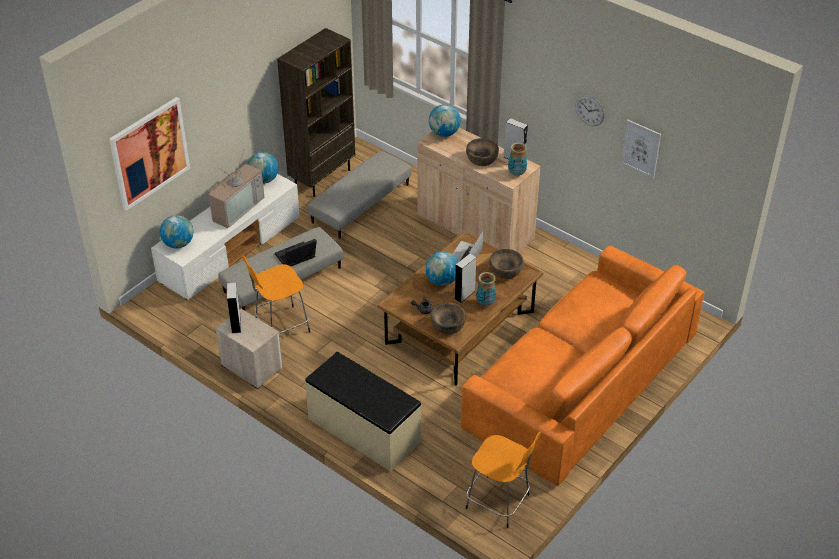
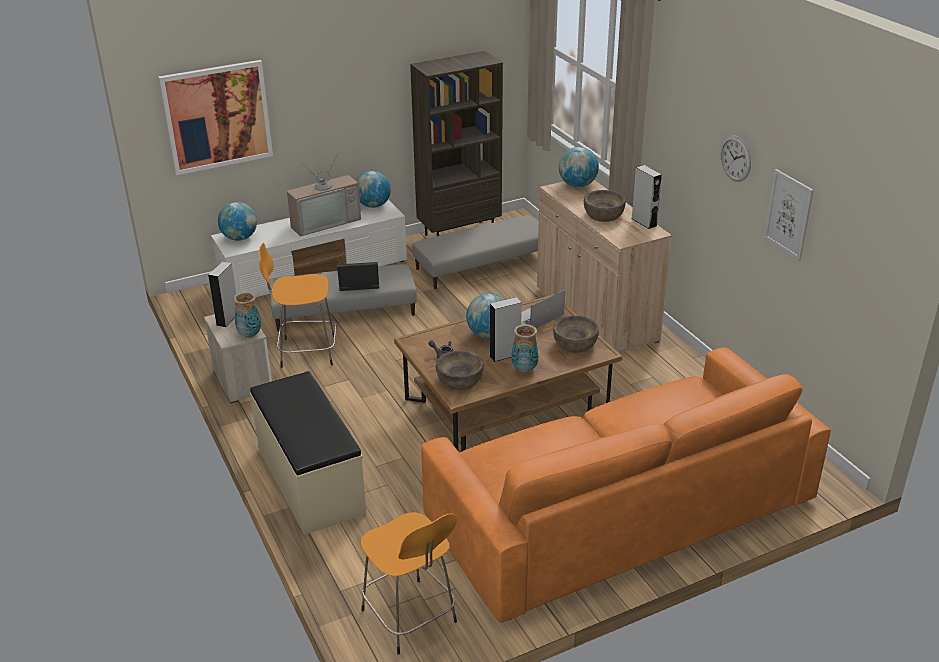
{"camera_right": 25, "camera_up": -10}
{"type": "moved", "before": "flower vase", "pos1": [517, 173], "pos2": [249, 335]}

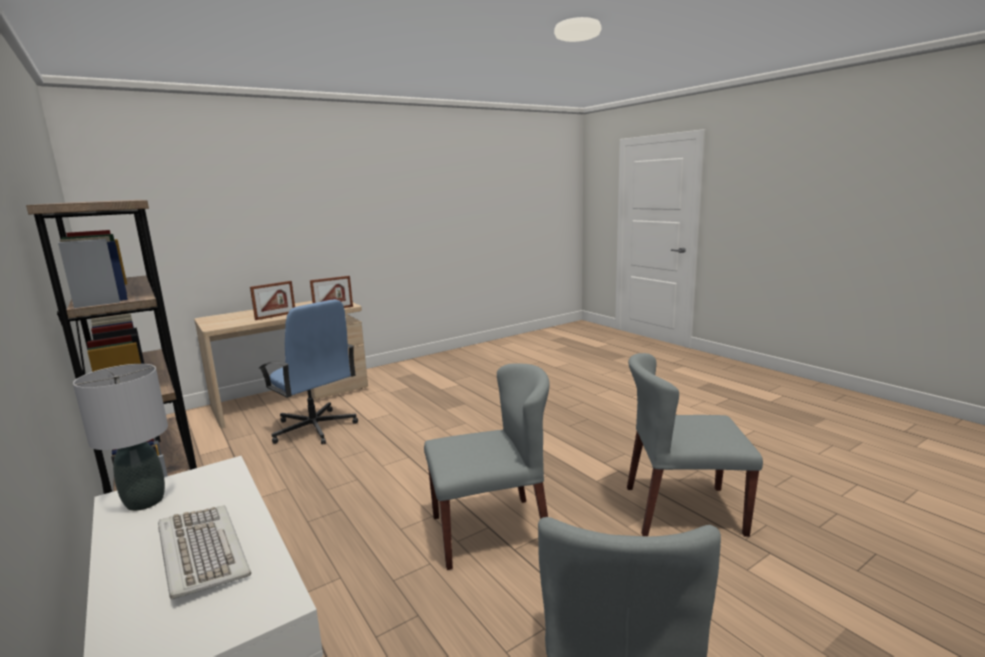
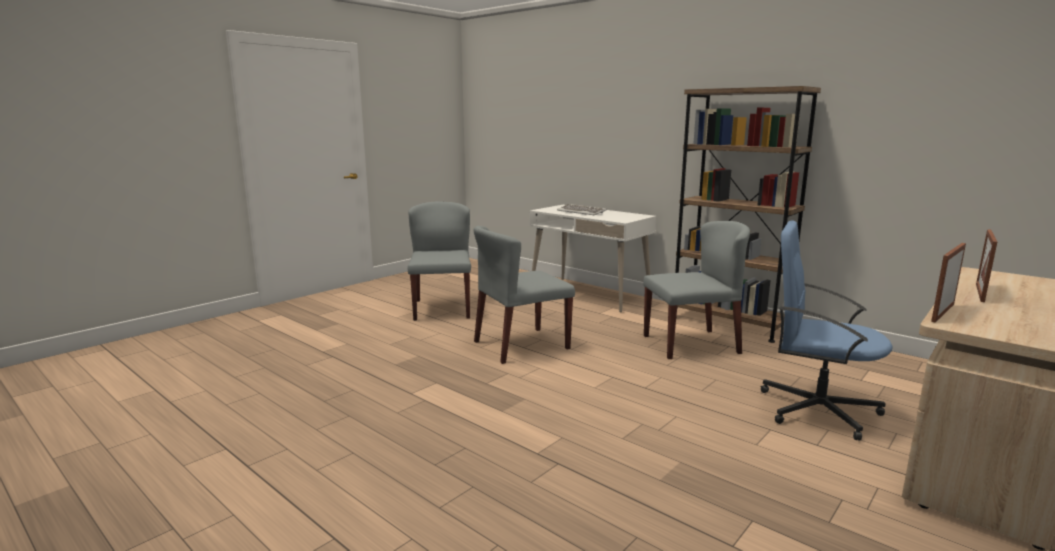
{"camera_right": 165, "camera_up": 0}
{"type": "removed", "before": "greyish tabletop lamp", "pos1": [144, 501]}
{"type": "moved", "before": "greyish plain chair", "pos1": [682, 510], "pos2": [691, 344]}

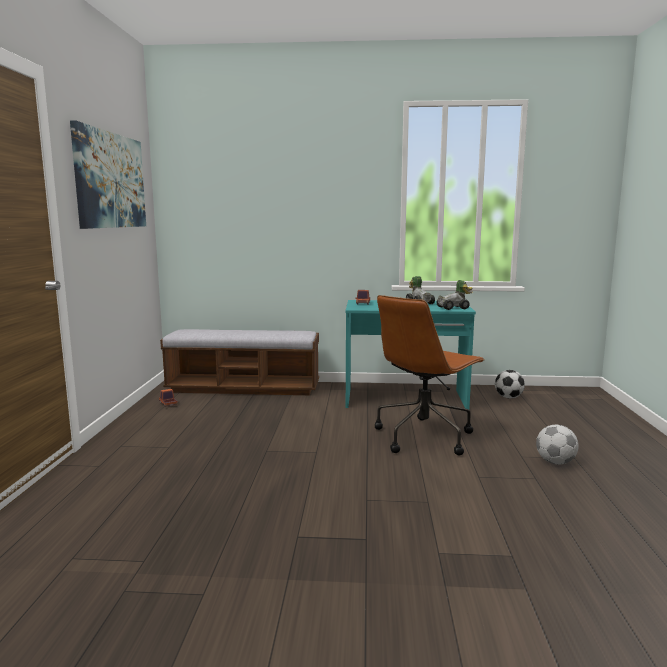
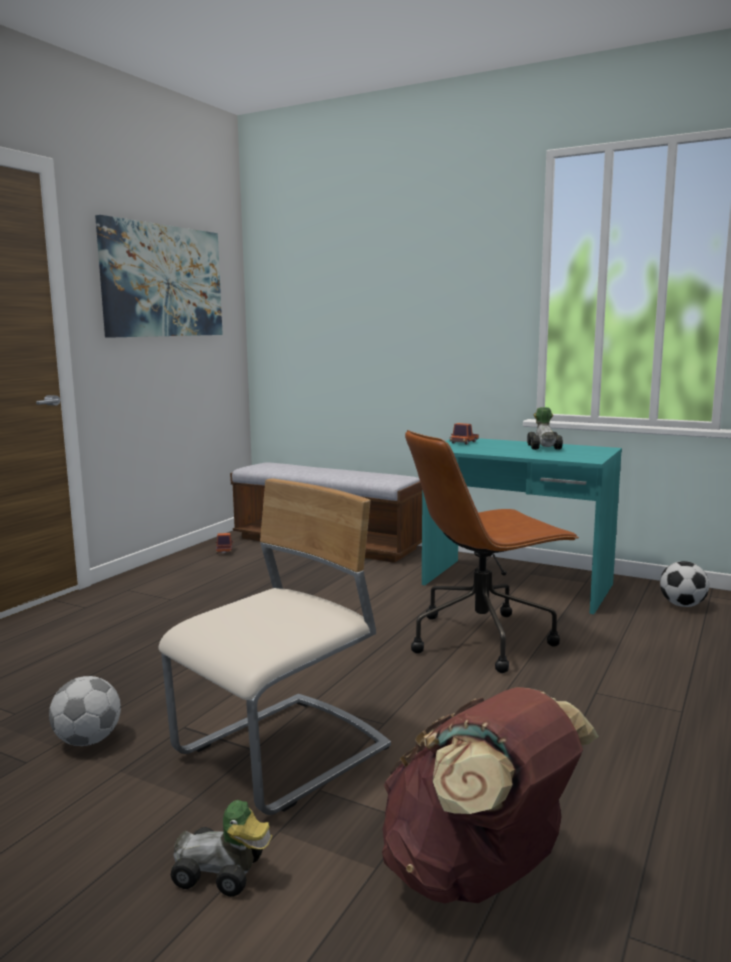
{"camera_right": 25, "camera_up": 0}
{"type": "added", "after": "beige-coloured plain chair", "pos2": [284, 754]}
{"type": "added", "after": "brown-coloured backpack", "pos2": [477, 874]}
{"type": "moved", "before": "toy car", "pos1": [454, 308], "pos2": [222, 875]}
{"type": "moved", "before": "football ball", "pos1": [555, 462], "pos2": [88, 740]}

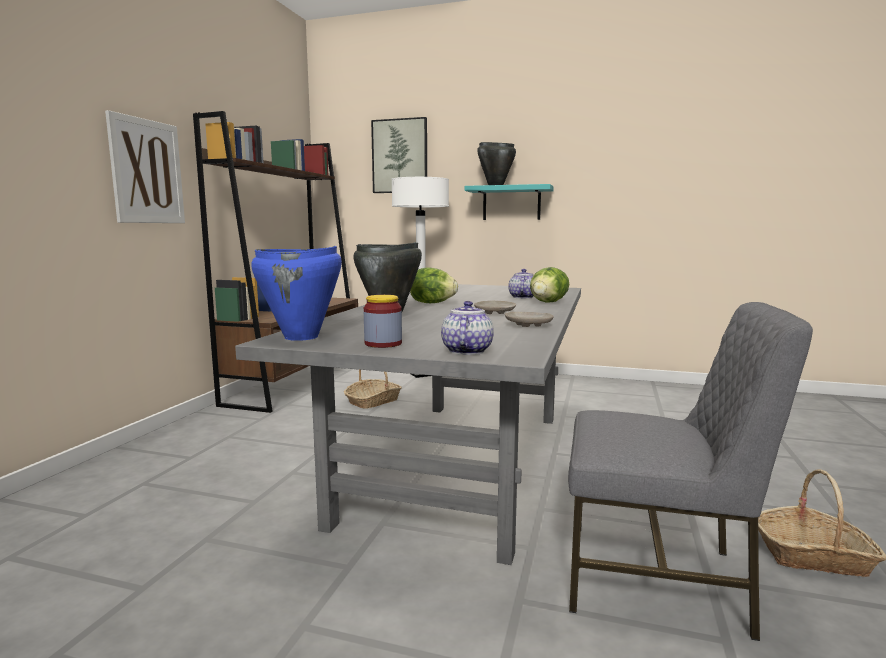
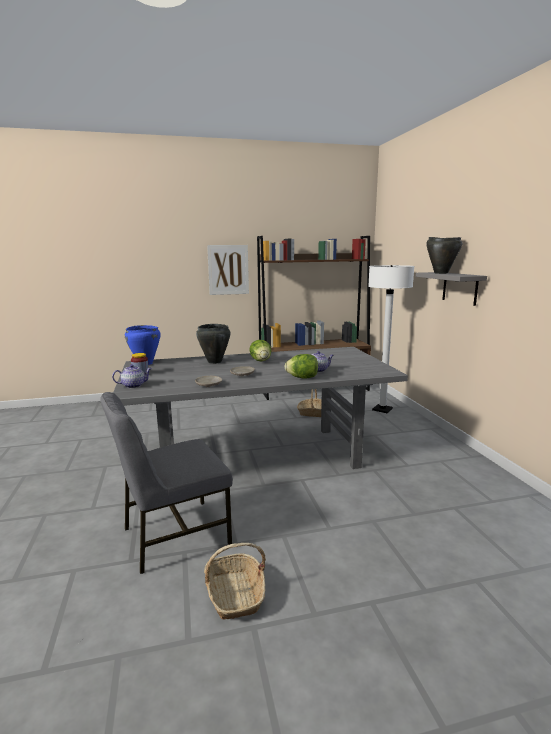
{"camera_right": 60, "camera_up": 5}
{"type": "removed", "before": "wall picture", "pos1": [400, 156]}
{"type": "recoloured", "before": "blue-green bracket shelf", "after": "greyish bracket shelf", "pos1": [511, 203], "pos2": [460, 288]}
{"type": "turned", "before": "greyish plain chair", "pos1": [657, 578], "pos2": [174, 535], "turn": 75}

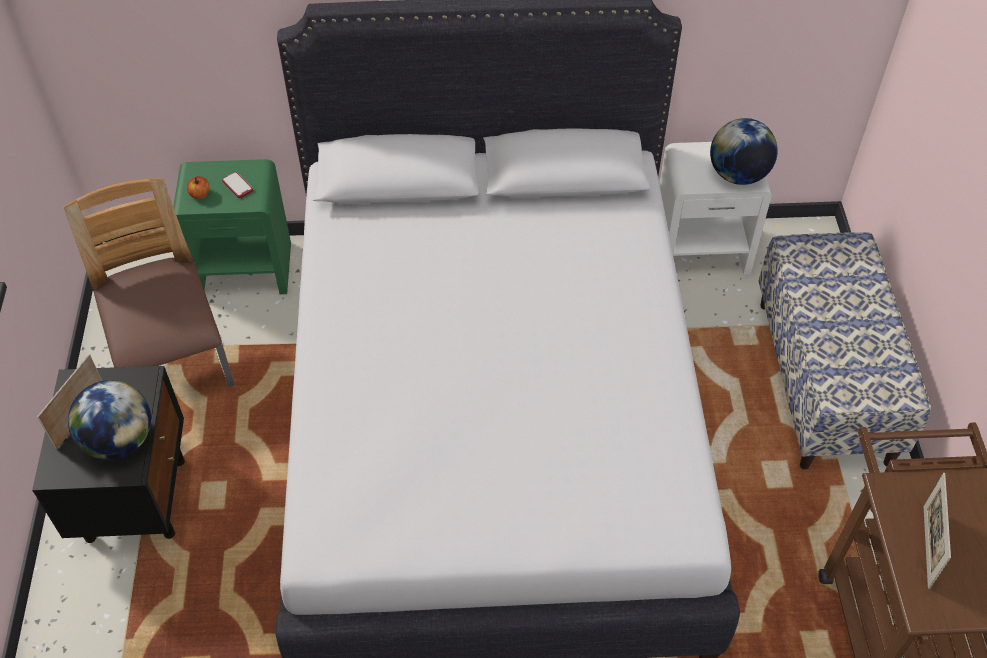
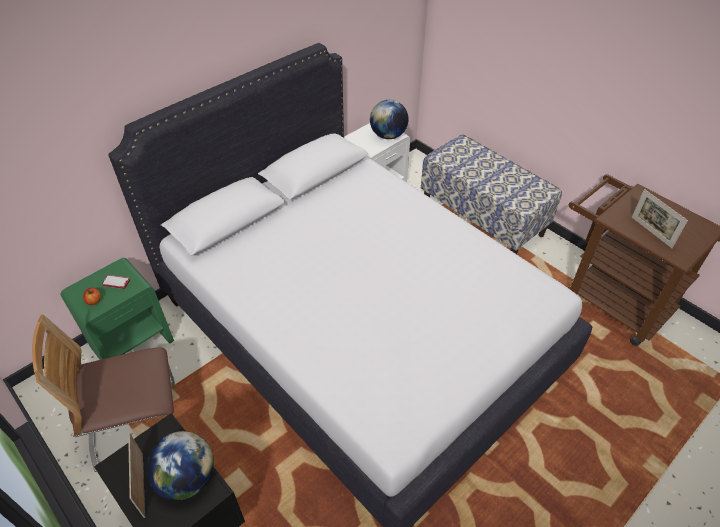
{"camera_right": -40, "camera_up": -5}
{"type": "turned", "before": "plain chair", "pos1": [175, 365], "pos2": [138, 426], "turn": -45}

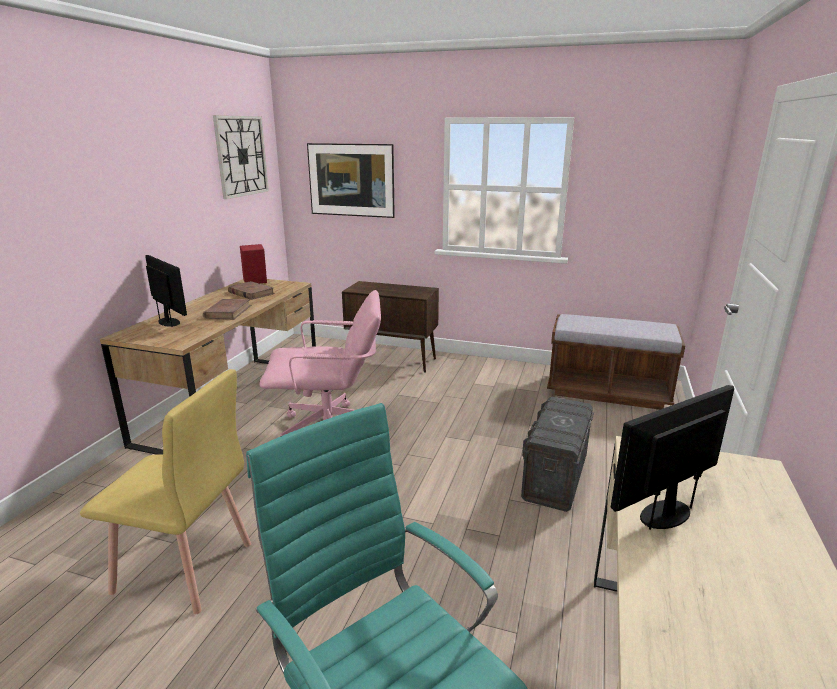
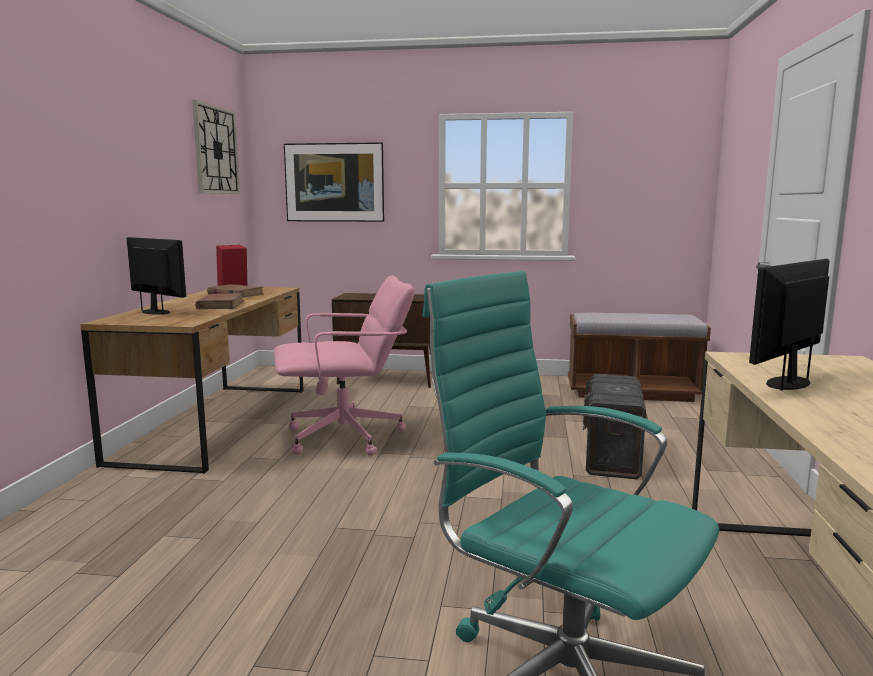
{"camera_right": -10, "camera_up": -10}
{"type": "removed", "before": "yellowish plain chair", "pos1": [184, 568]}

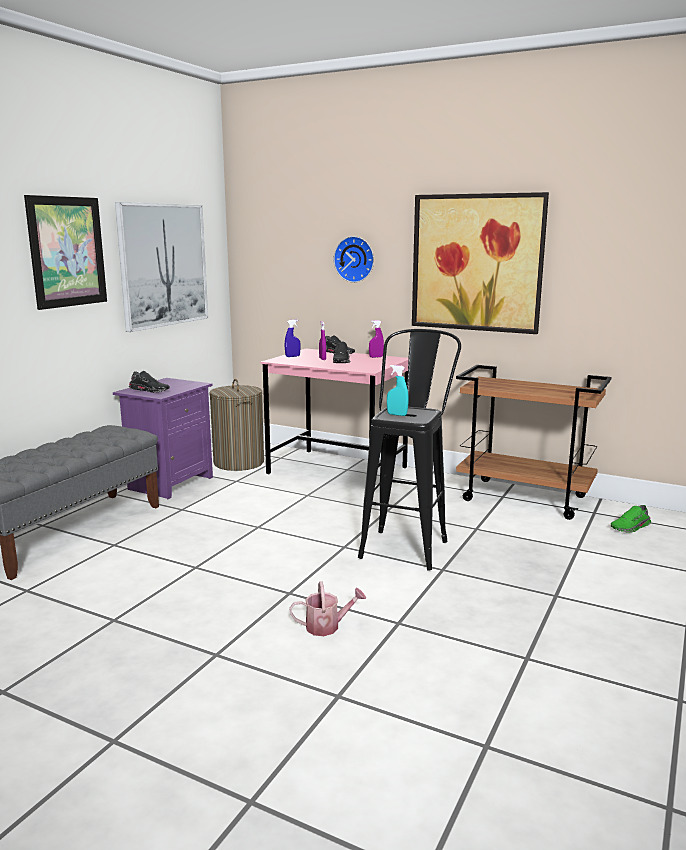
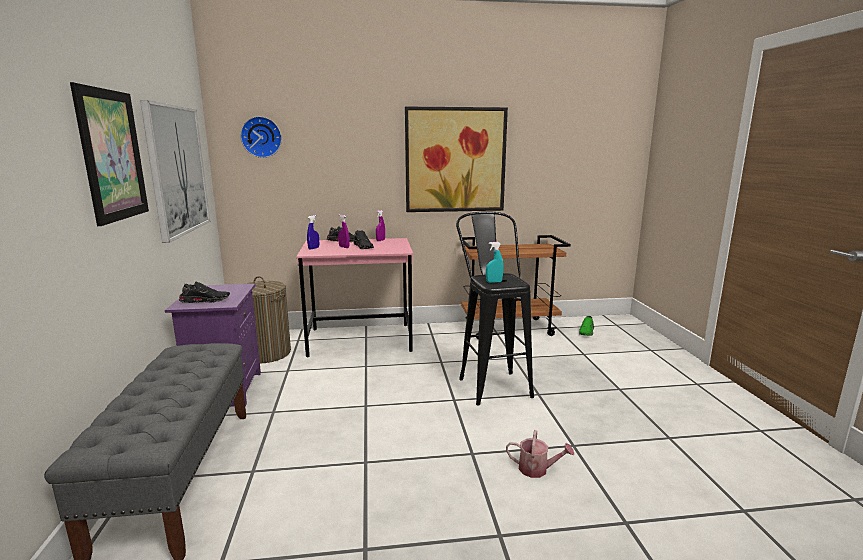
{"camera_right": -35, "camera_up": 0}
{"type": "moved", "before": "hanging clock", "pos1": [355, 259], "pos2": [261, 137]}
{"type": "turned", "before": "watering can", "pos1": [327, 626], "pos2": [537, 469], "turn": 60}

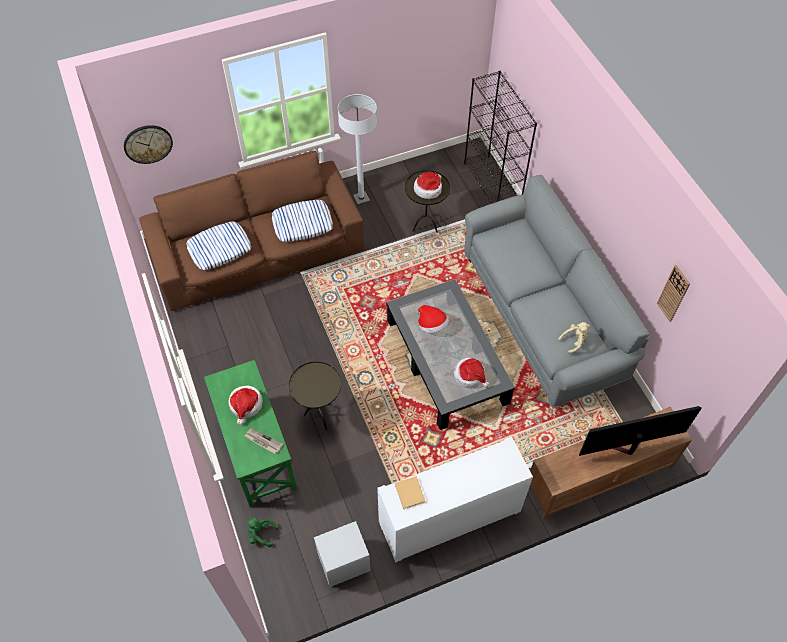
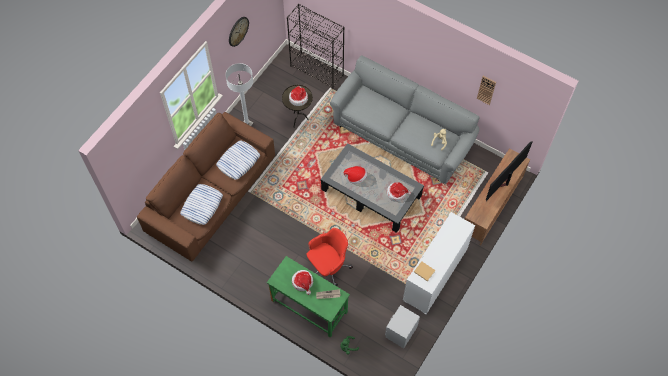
{"camera_right": -35, "camera_up": 5}
{"type": "moved", "before": "hanging clock", "pos1": [148, 144], "pos2": [238, 31]}
{"type": "replaced", "before": "brown-coloured side table", "after": "red computer chair", "pos1": [320, 417], "pos2": [328, 266]}

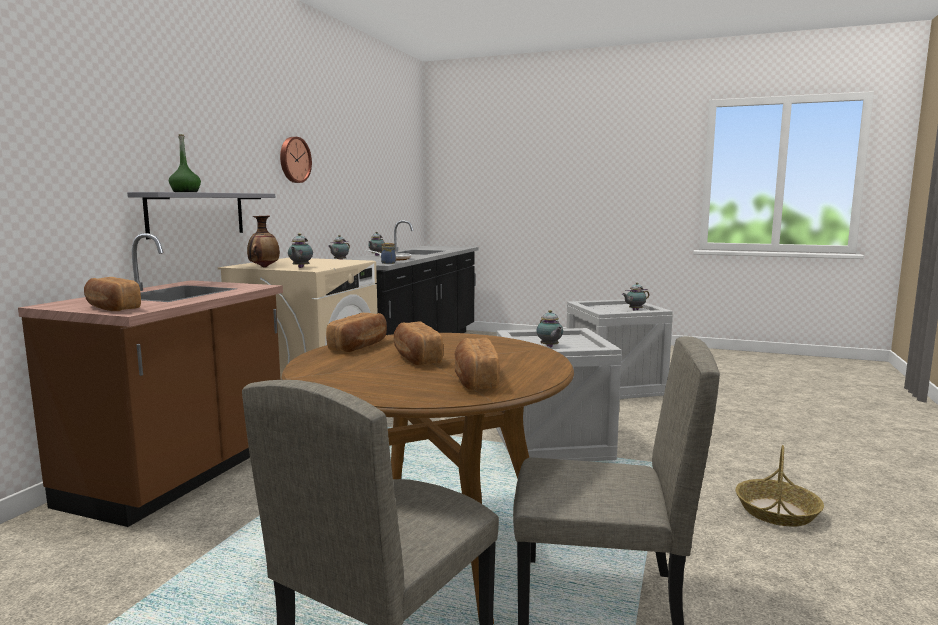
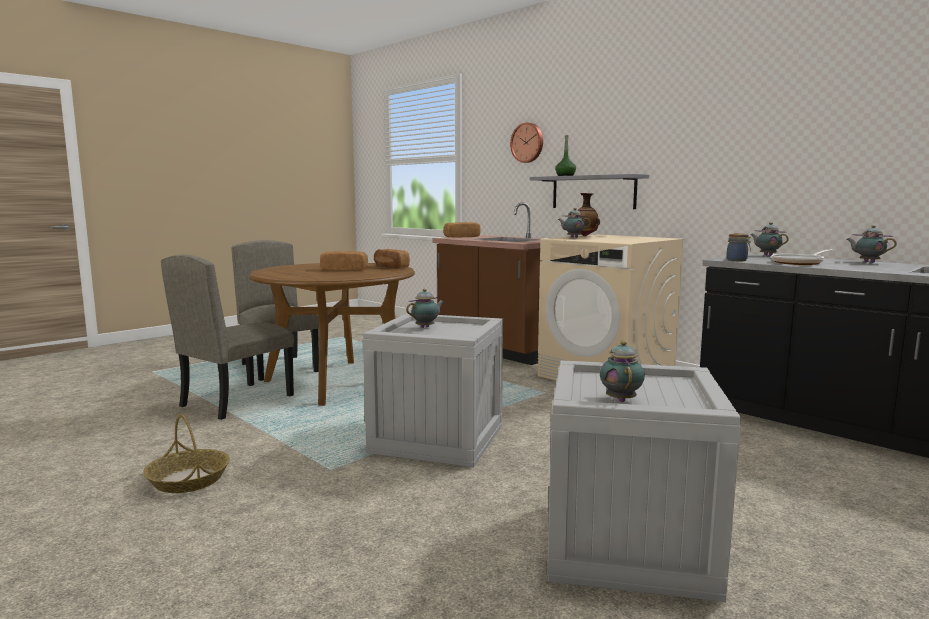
{"camera_right": 115, "camera_up": 0}
{"type": "removed", "before": "baked bread", "pos1": [475, 380]}
{"type": "moved", "before": "hanging clock", "pos1": [294, 160], "pos2": [528, 143]}
{"type": "turned", "before": "teapot", "pos1": [549, 347], "pos2": [426, 327], "turn": 135}

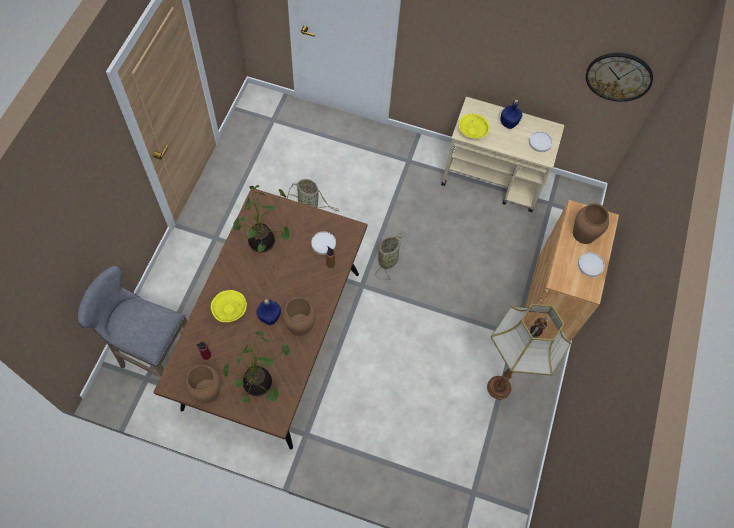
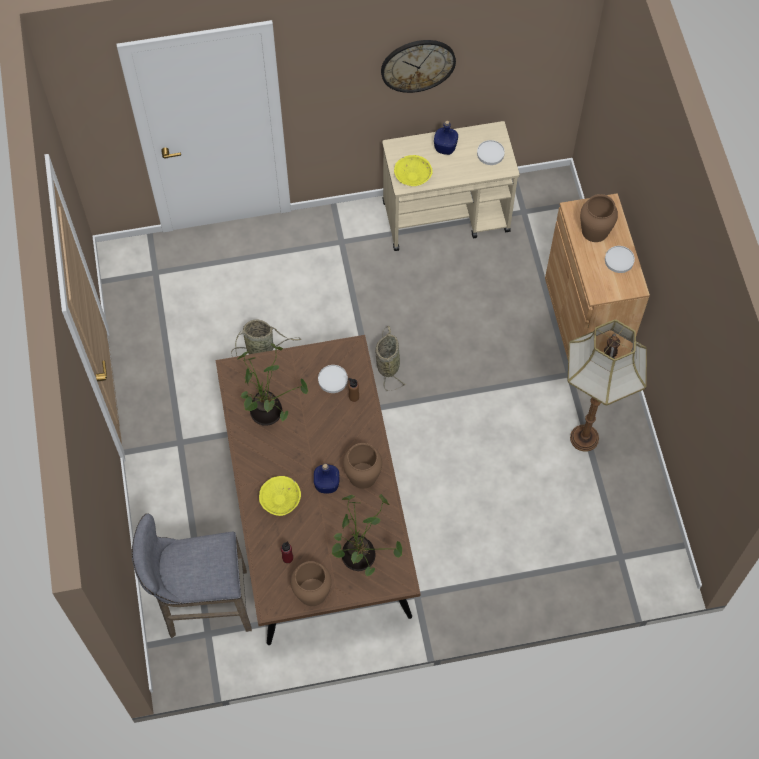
{"camera_right": -25, "camera_up": 0}
{"type": "moved", "before": "hanging clock", "pos1": [619, 76], "pos2": [418, 65]}

